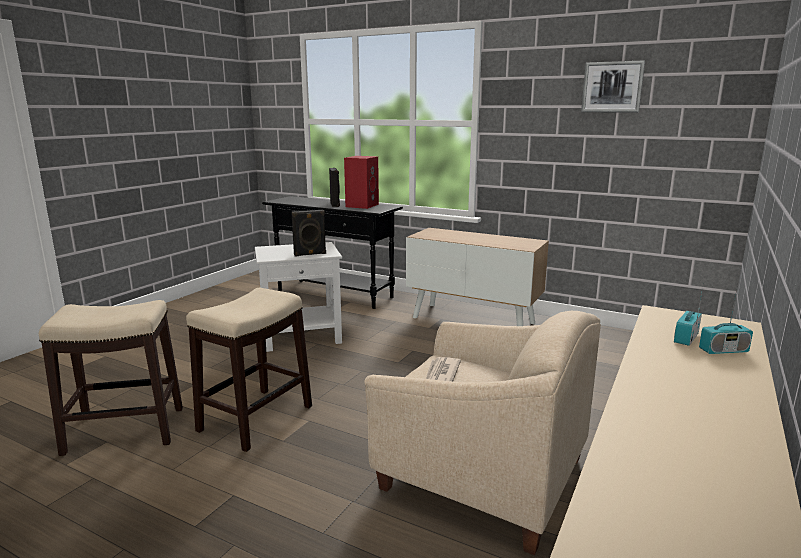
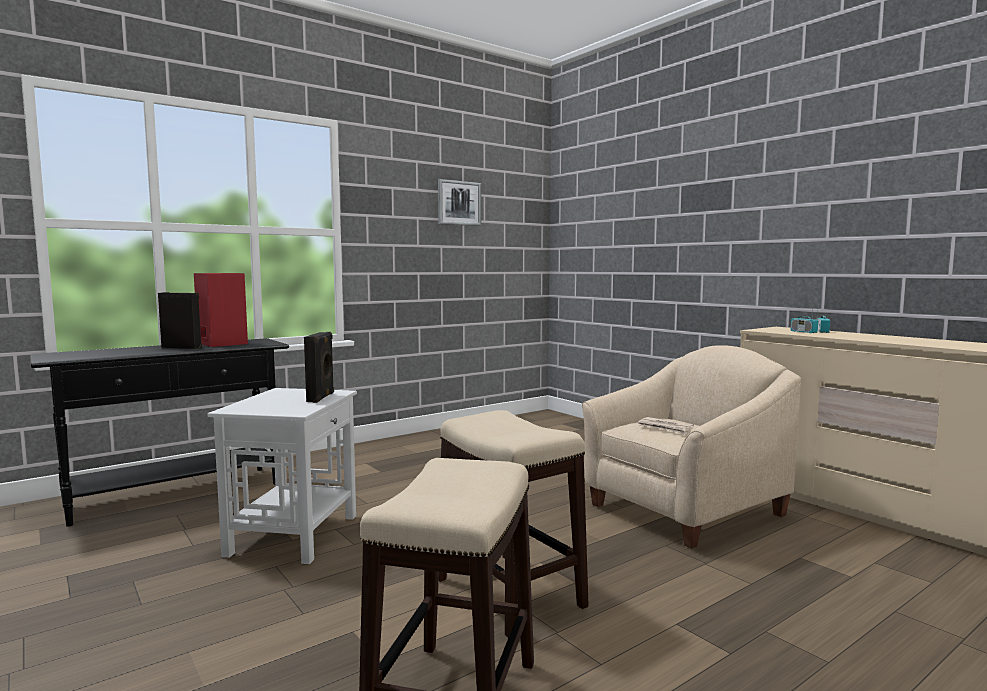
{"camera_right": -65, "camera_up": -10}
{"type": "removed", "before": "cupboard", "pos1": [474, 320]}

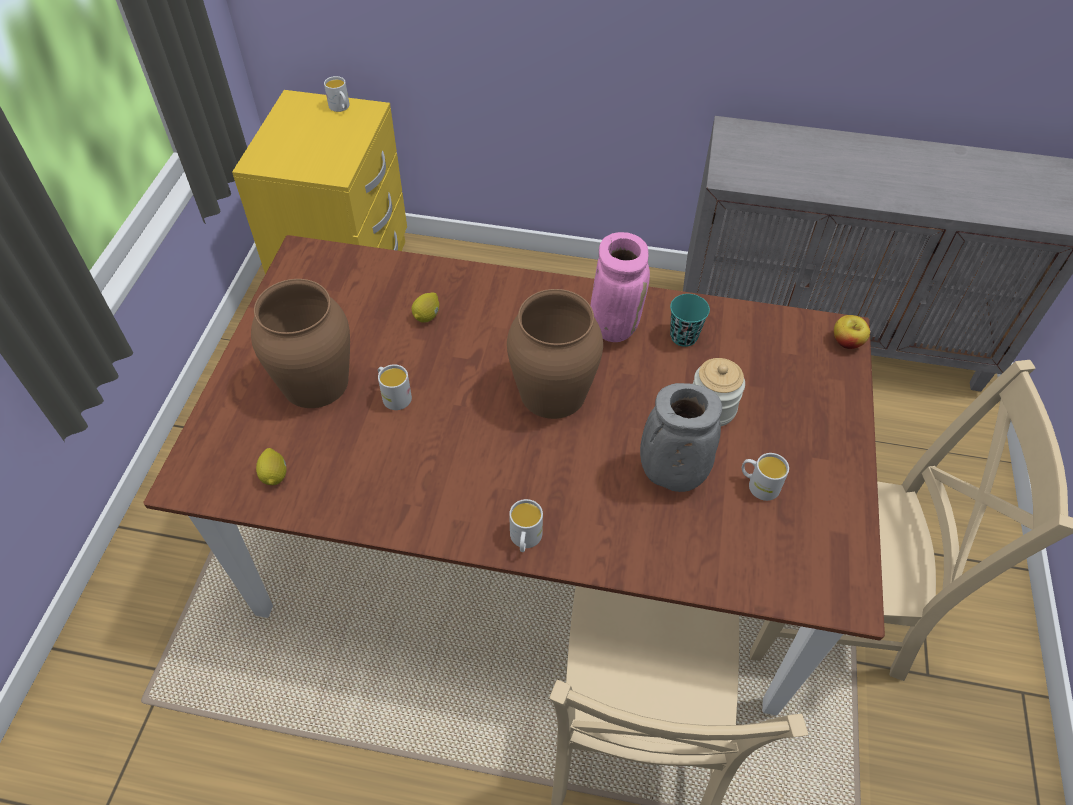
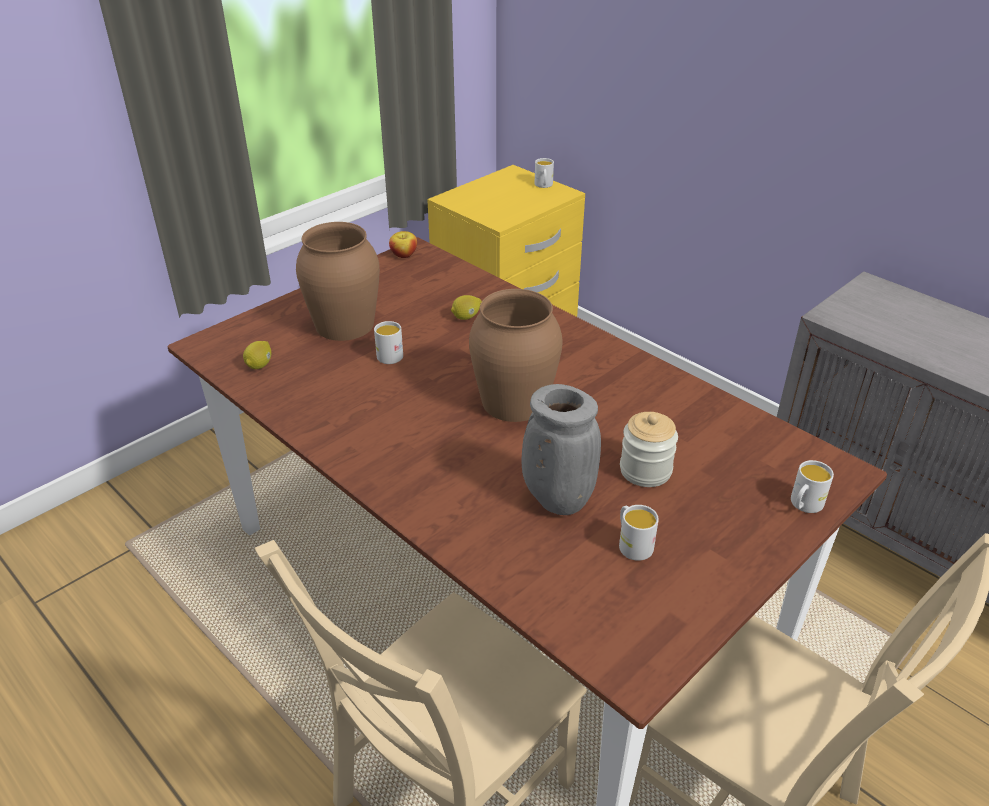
{"camera_right": 35, "camera_up": -15}
{"type": "removed", "before": "pinkish flower vase", "pos1": [613, 326]}
{"type": "removed", "before": "blue-green small cup", "pos1": [683, 336]}
{"type": "moved", "before": "white mug", "pos1": [525, 540], "pos2": [804, 505]}
{"type": "moved", "before": "apple fruit", "pos1": [846, 342], "pos2": [403, 255]}

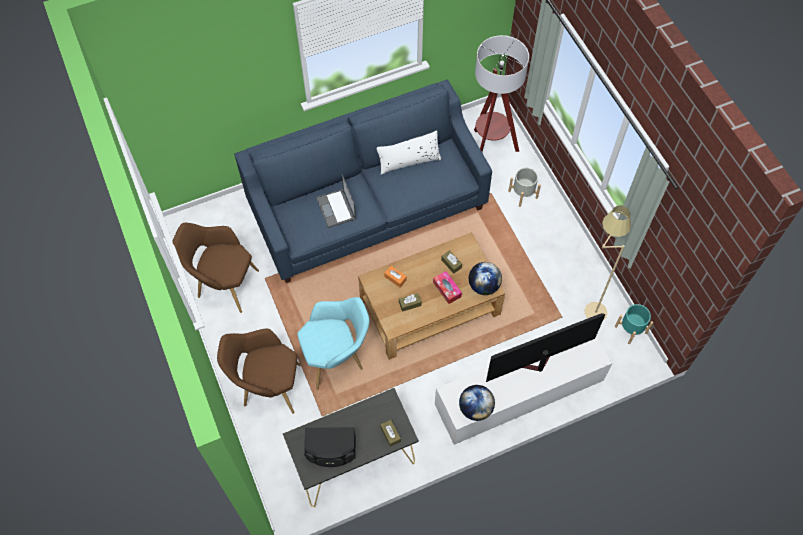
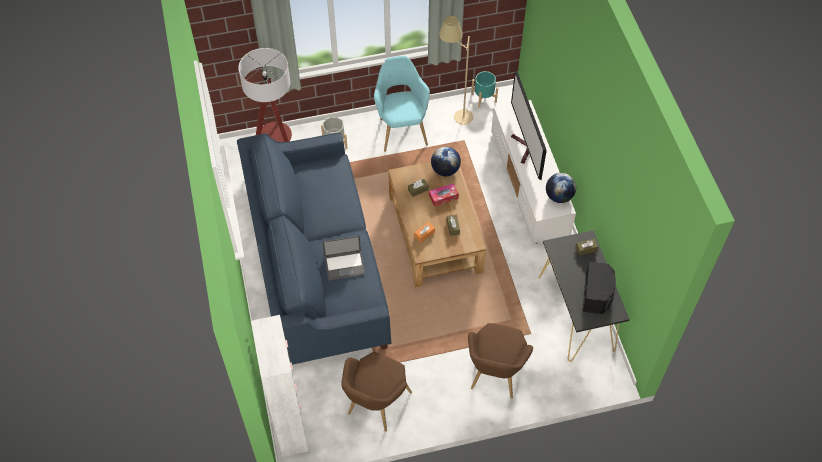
{"camera_right": -80, "camera_up": -5}
{"type": "removed", "before": "white throw pillow", "pos1": [408, 160]}
{"type": "added", "after": "white cupboard", "pos2": [290, 428]}
{"type": "moved", "before": "blue-green lounge chair", "pos1": [337, 358], "pos2": [401, 129]}

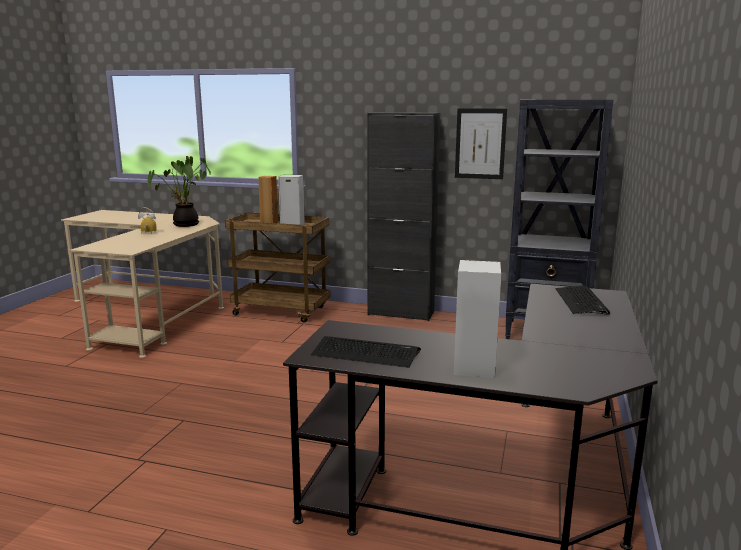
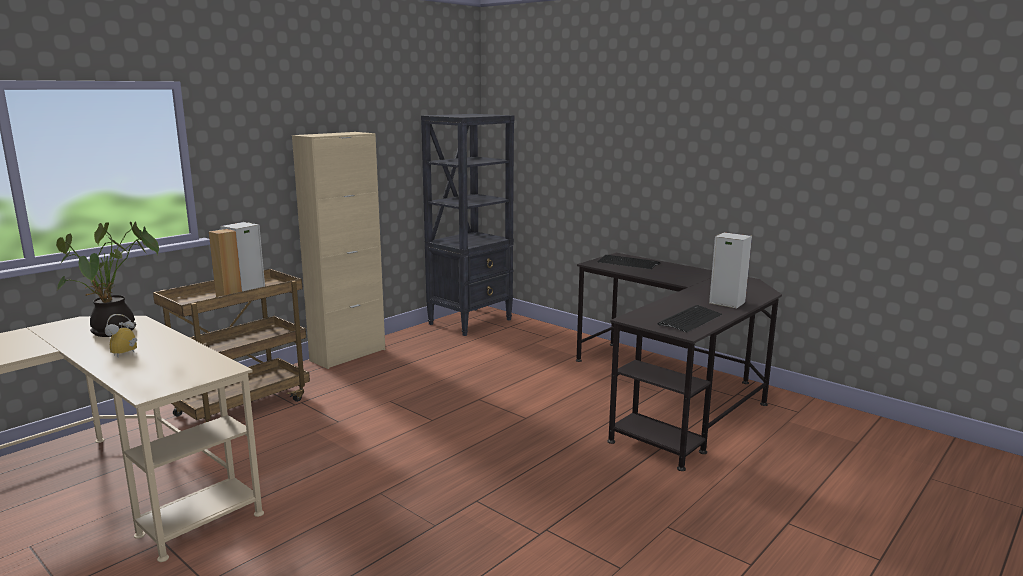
{"camera_right": -65, "camera_up": 0}
{"type": "removed", "before": "wall picture", "pos1": [480, 143]}
{"type": "recoloured", "before": "black-coloured cupboard", "after": "beige-coloured cupboard", "pos1": [401, 313], "pos2": [348, 355]}

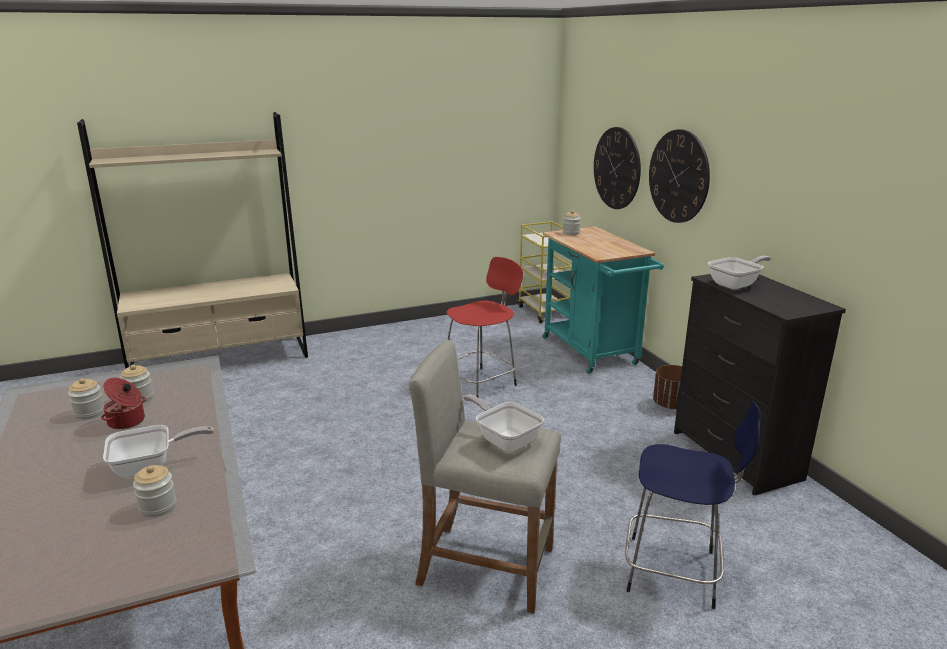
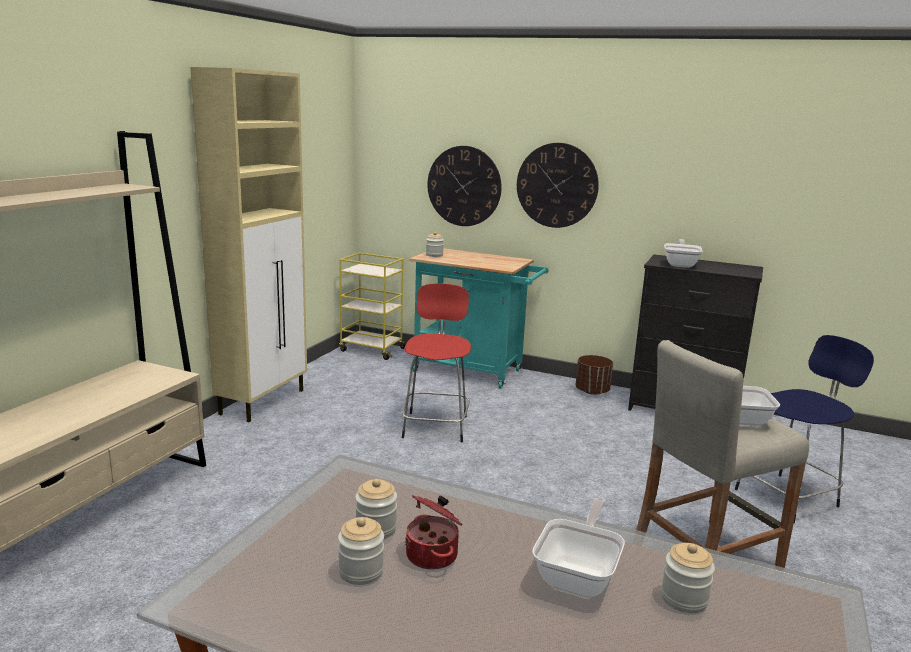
{"camera_right": -45, "camera_up": -5}
{"type": "added", "after": "beige-coloured cupboard", "pos2": [263, 401]}

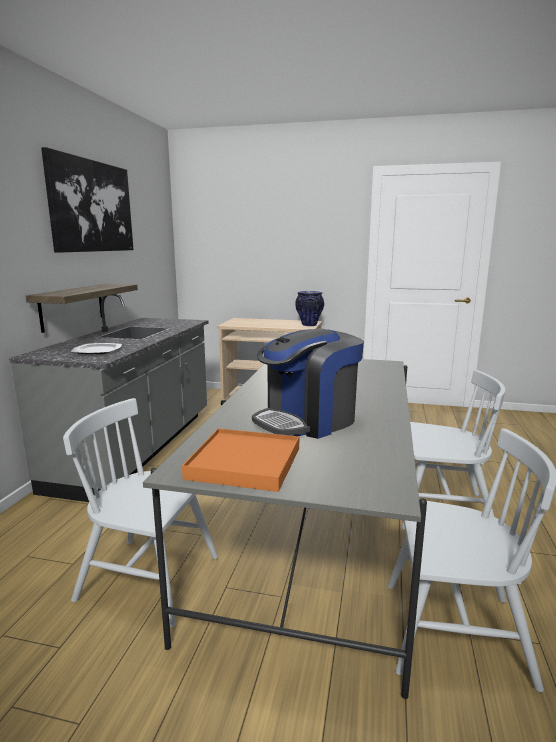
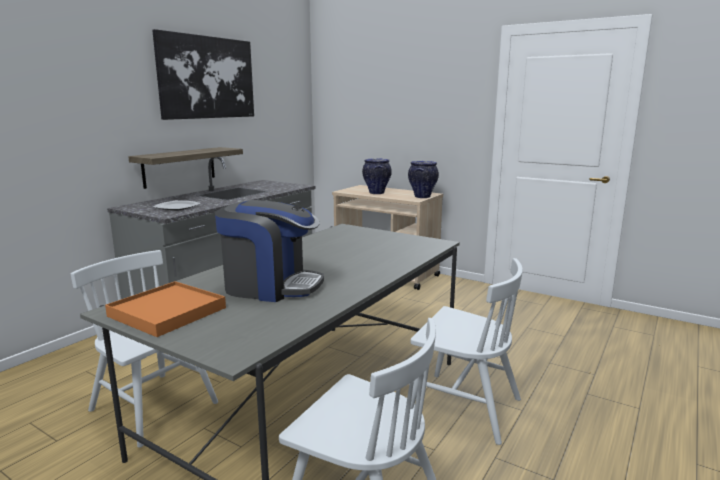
{"camera_right": 20, "camera_up": 0}
{"type": "added", "after": "flower vase", "pos2": [376, 193]}
{"type": "turned", "before": "coffee machine", "pos1": [307, 421], "pos2": [271, 286], "turn": -150}

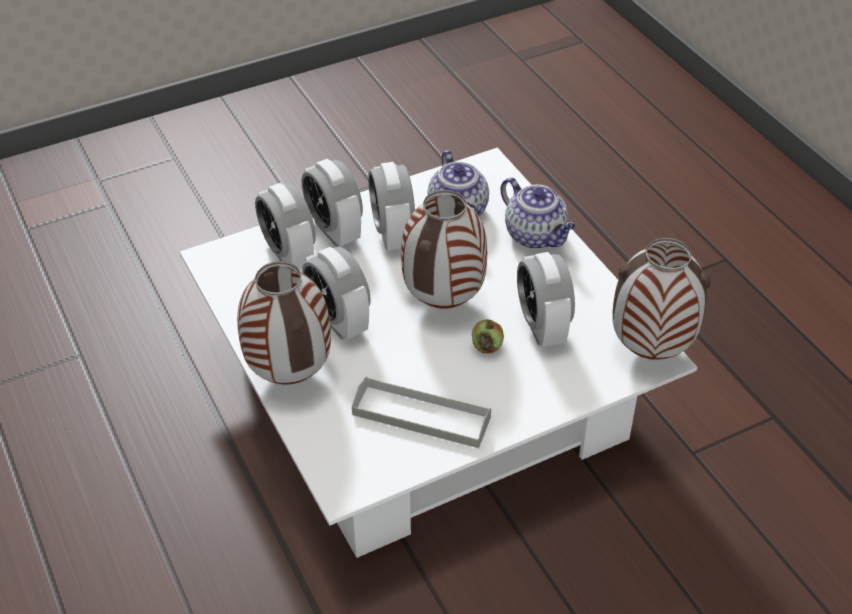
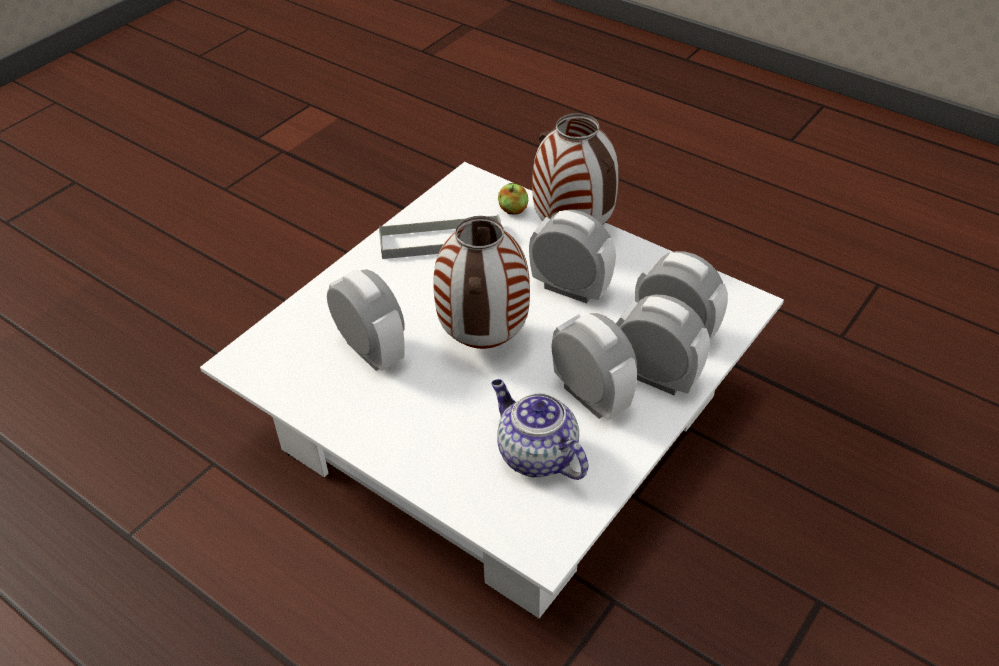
{"camera_right": 155, "camera_up": 0}
{"type": "removed", "before": "teapot", "pos1": [536, 236]}
{"type": "removed", "before": "flower vase", "pos1": [651, 350]}
{"type": "moved", "before": "apple fruit", "pos1": [487, 346], "pos2": [513, 210]}

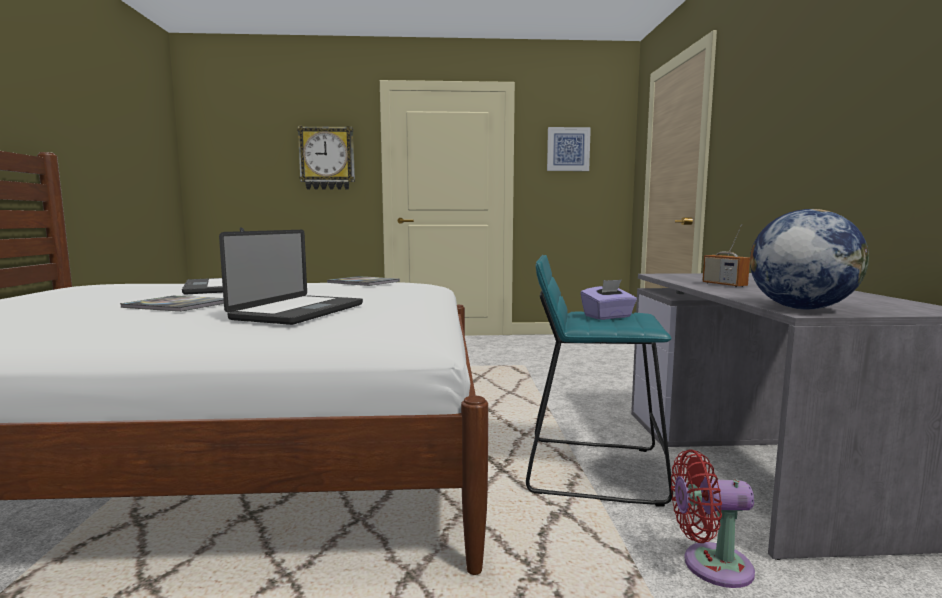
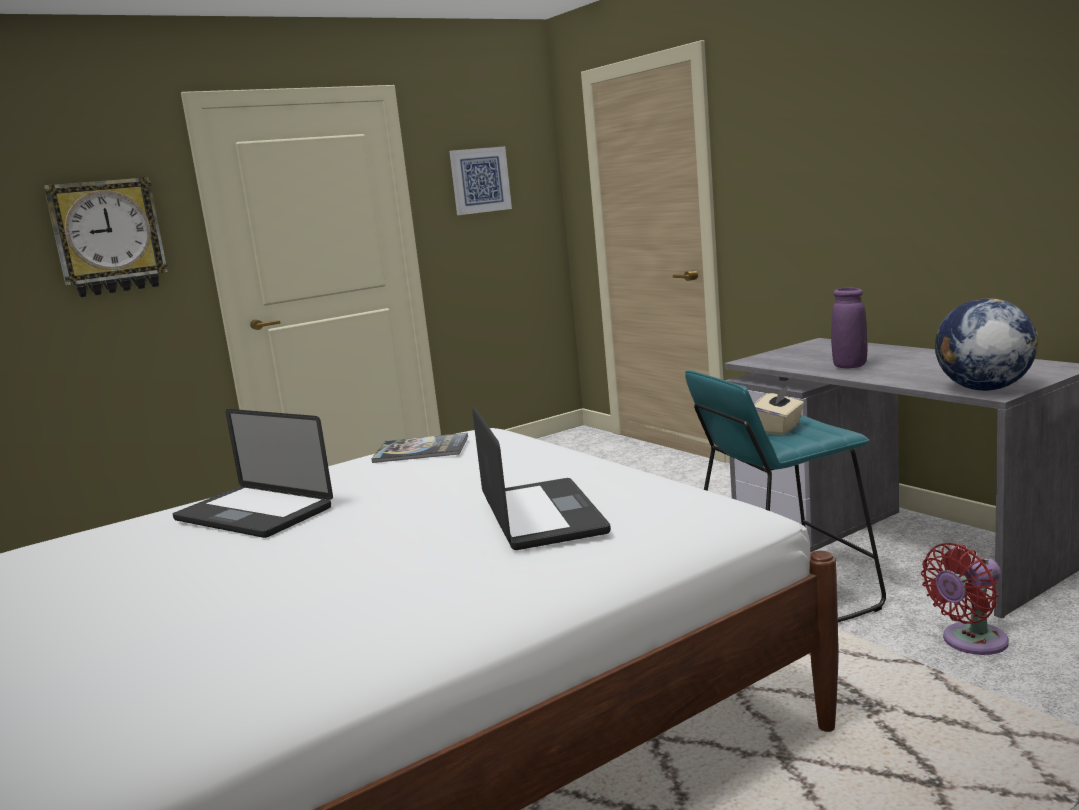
{"camera_right": -30, "camera_up": 5}
{"type": "removed", "before": "bound book", "pos1": [177, 305]}
{"type": "replaced", "before": "radio set", "after": "purple flower vase", "pos1": [724, 285], "pos2": [850, 366]}
{"type": "recoloured", "before": "purple tissue holder", "after": "beige-coloured tissue holder", "pos1": [608, 317], "pos2": [780, 429]}

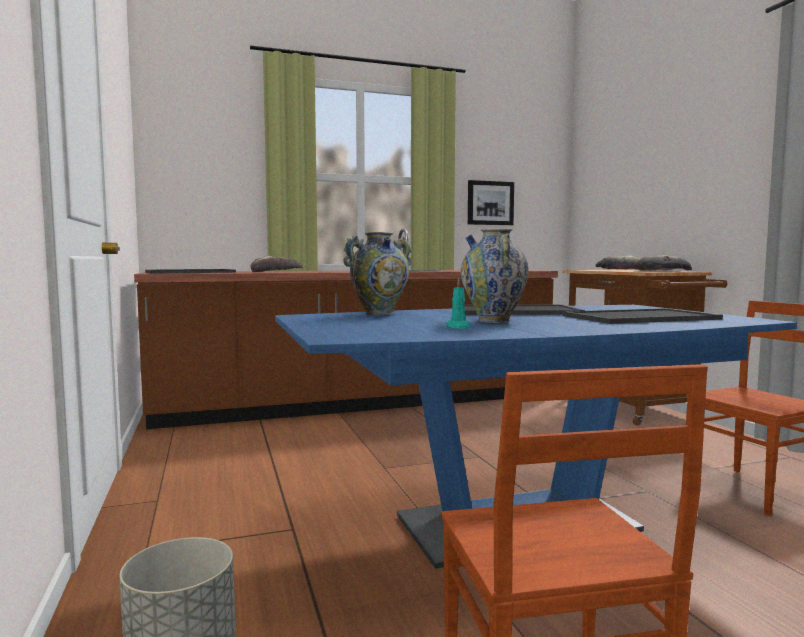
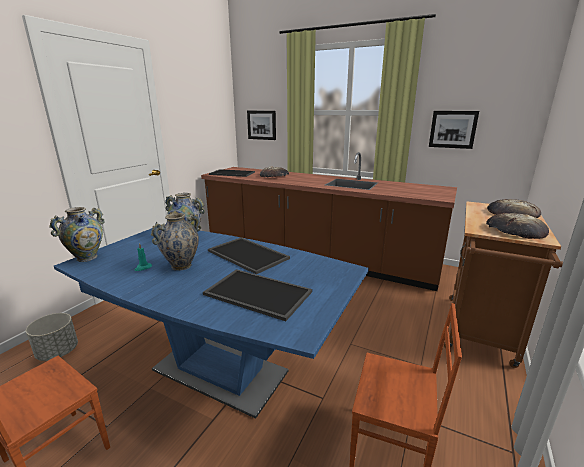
{"camera_right": 45, "camera_up": 15}
{"type": "added", "after": "flower vase", "pos2": [87, 258]}
{"type": "added", "after": "wall picture", "pos2": [262, 125]}

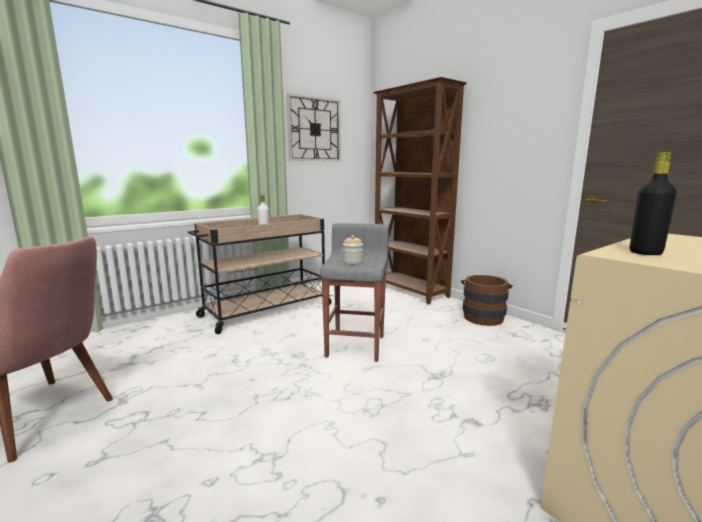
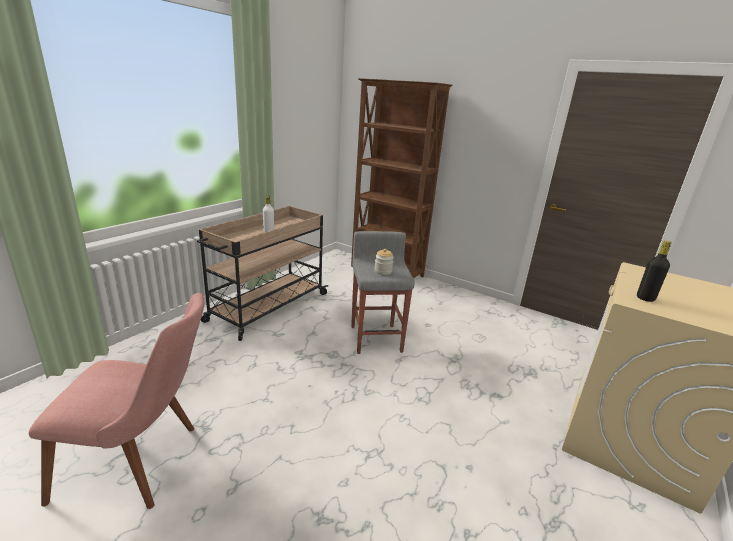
{"camera_right": -20, "camera_up": 10}
{"type": "removed", "before": "hanging clock", "pos1": [314, 129]}
{"type": "removed", "before": "brown-coloured pail", "pos1": [483, 316]}

